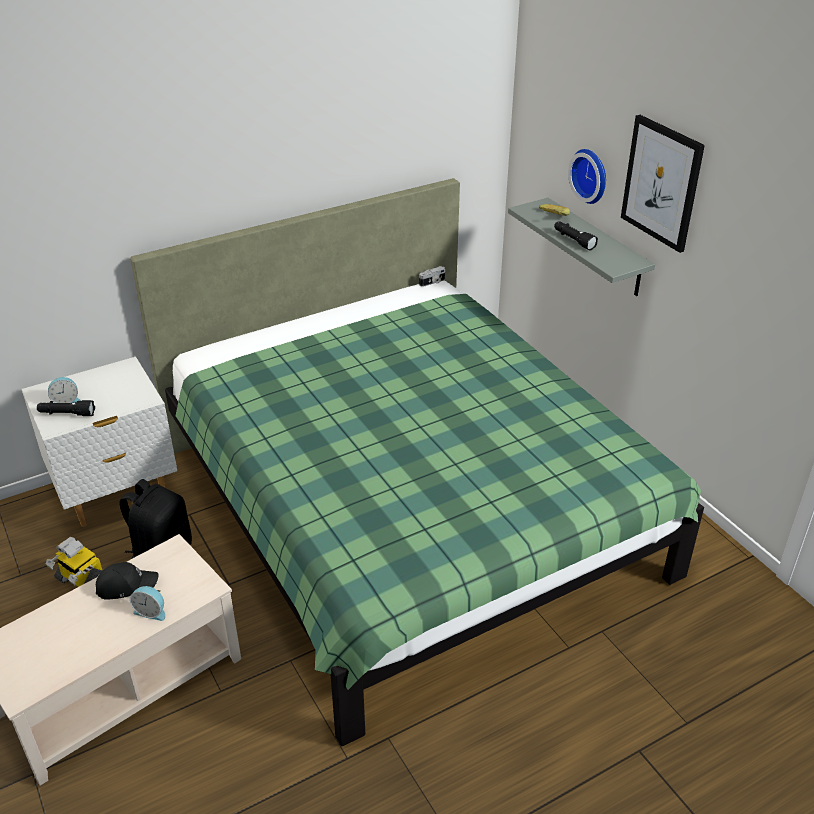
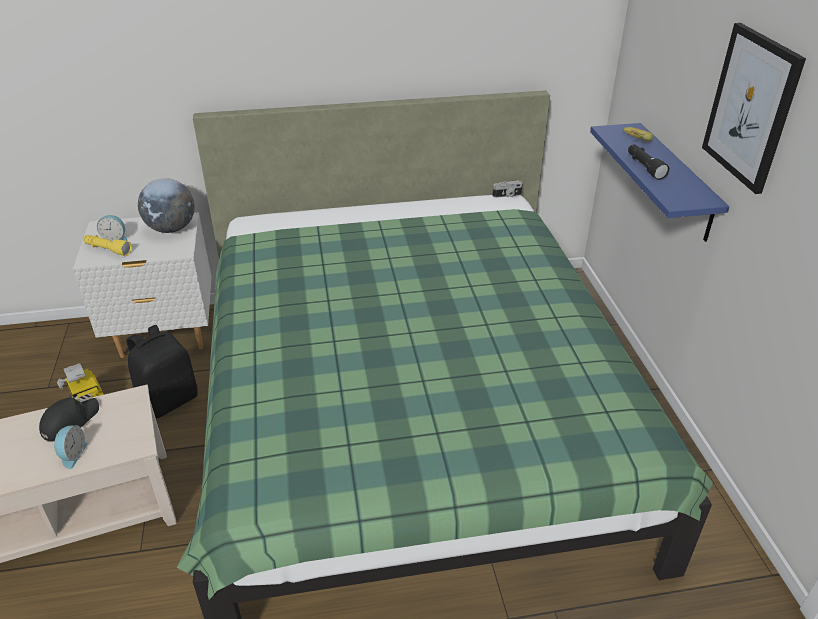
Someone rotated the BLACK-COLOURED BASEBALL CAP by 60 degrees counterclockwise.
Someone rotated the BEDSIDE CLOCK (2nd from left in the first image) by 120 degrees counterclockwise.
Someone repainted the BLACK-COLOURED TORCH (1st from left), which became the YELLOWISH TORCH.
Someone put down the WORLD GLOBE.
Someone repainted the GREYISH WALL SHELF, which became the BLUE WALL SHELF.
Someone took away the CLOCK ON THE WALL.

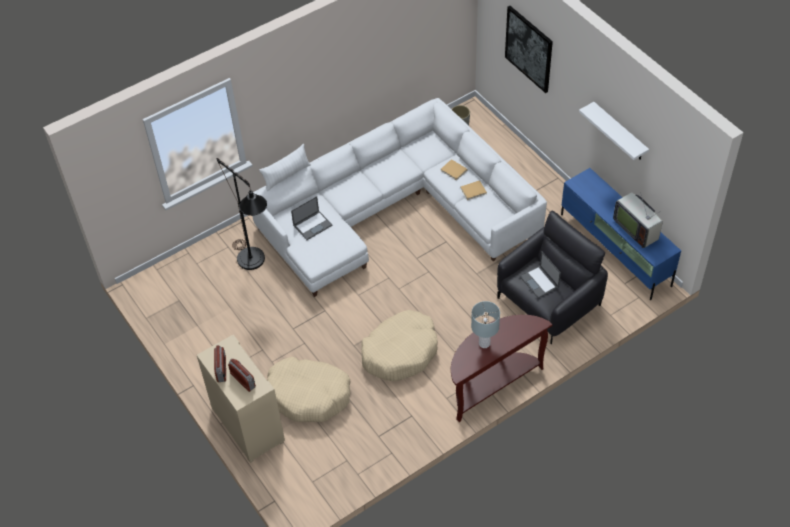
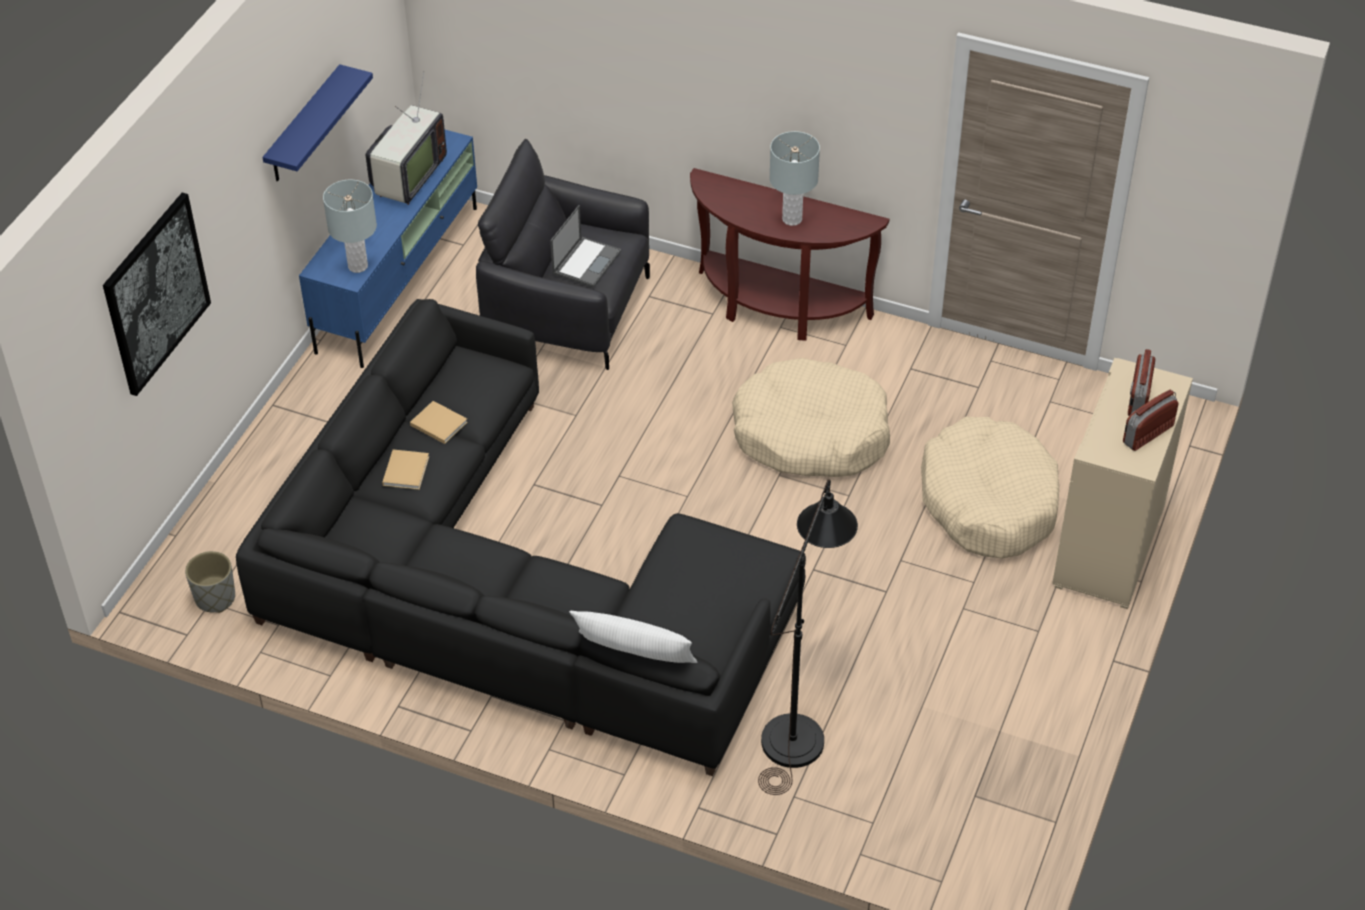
Someone repainted the WHITE-COLOURED SOFA, which became the BLACK-COLOURED SOFA.
Someone repainted the WHITE-COLOURED WALL SHELF, which became the BLUE WALL SHELF.
Someone put down the GREYISH TABLE LAMP (1st from left).
Someone took away the PORTABLE COMPUTER (1st from left).

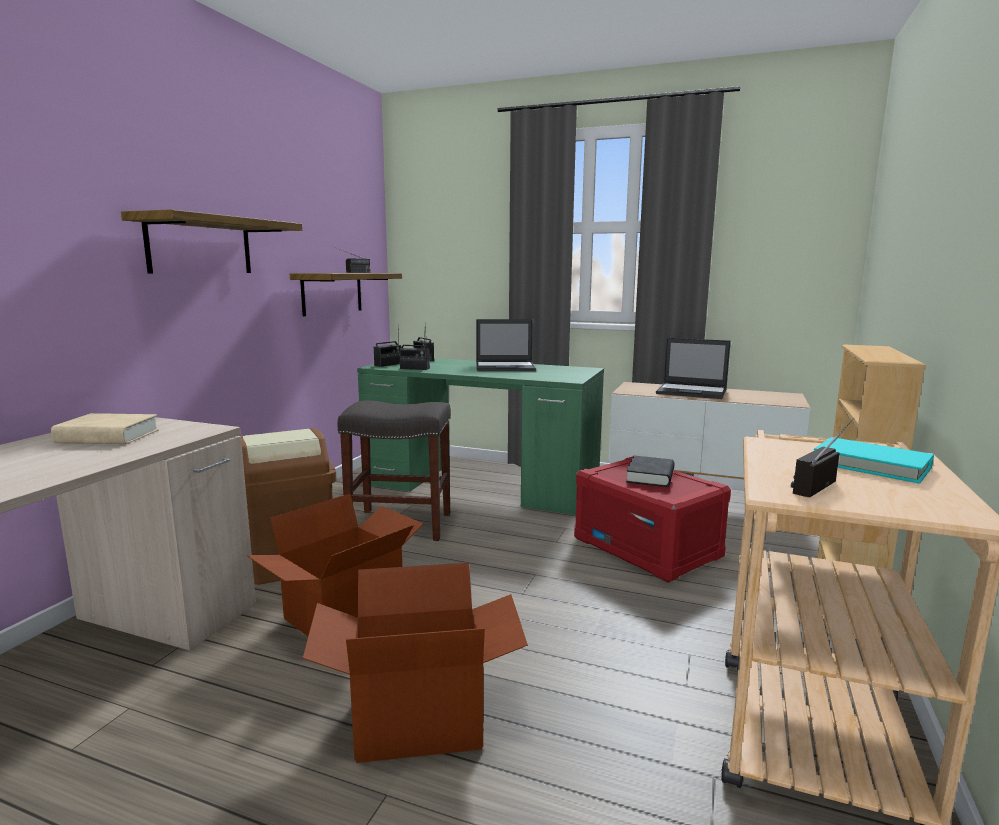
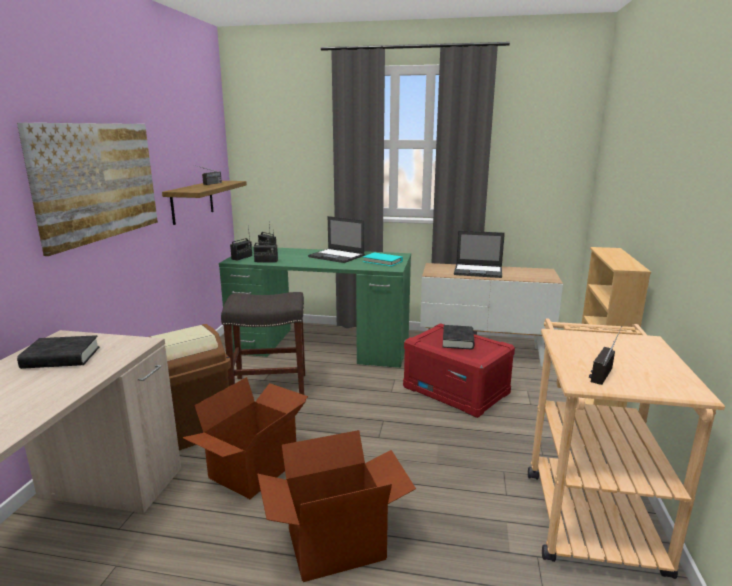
Someone swapped the WALL SHELF (1st from left) for the PICTURE.
Someone repainted the BEIGE-COLOURED BOOK, which became the BLACK-COLOURED BOOK (1st from left).
Someone rotated the PORTABLE COMPUTER (1st from left) by 45 degrees clockwise.
Someone carried the BLUE-GREEN BOOK.

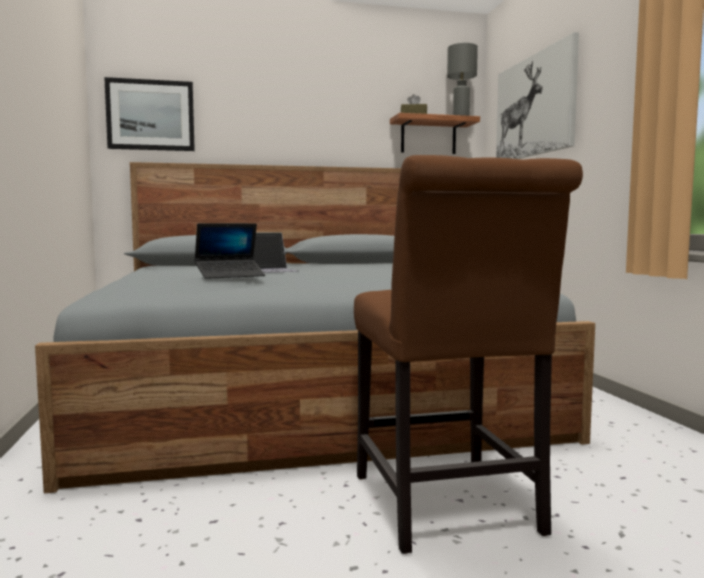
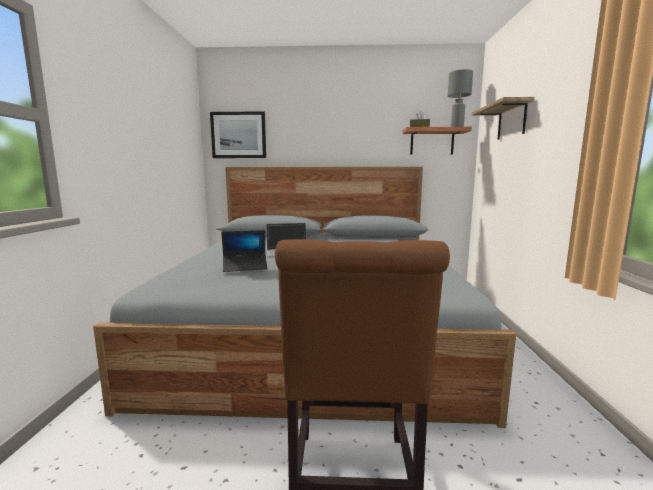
Someone swapped the PICTURE (2nd from left) for the WALL SHELF (2nd from left).

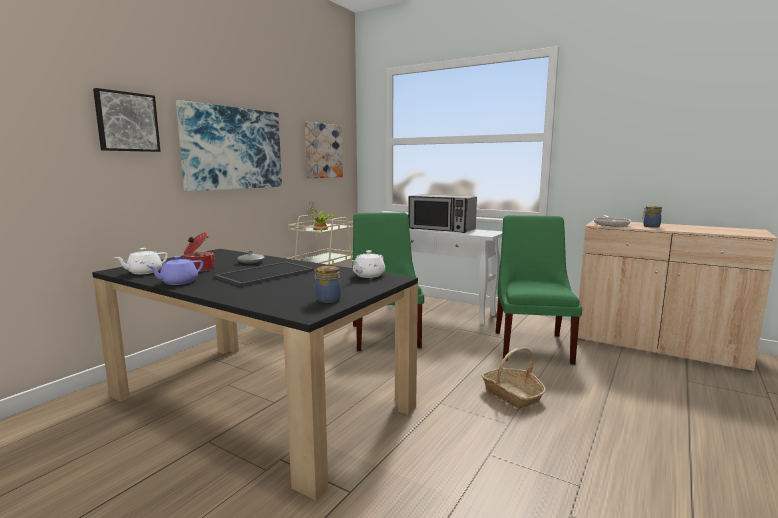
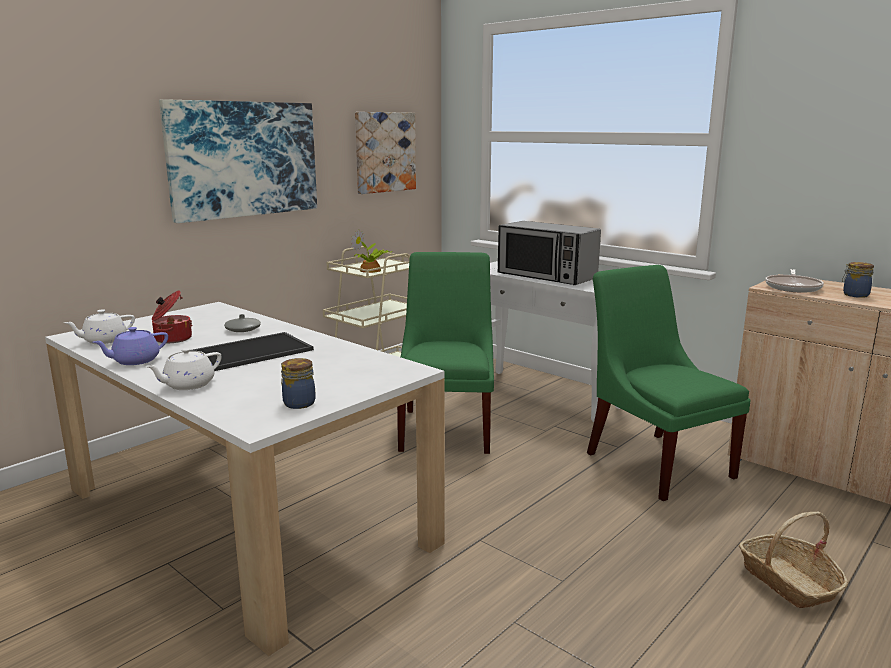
Someone repainted the BLACK-COLOURED DINING TABLE, which became the WHITE-COLOURED DINING TABLE.
Someone carried the WHITE-COLOURED TEAPOT (2nd from left).
Someone rotated the GREENISH UPRIGHT CHAIR (2nd from left) by 45 degrees counterclockwise.
Someone carried the HOUSEHOLD BASKET.
Someone took away the PICTURE (1st from left).

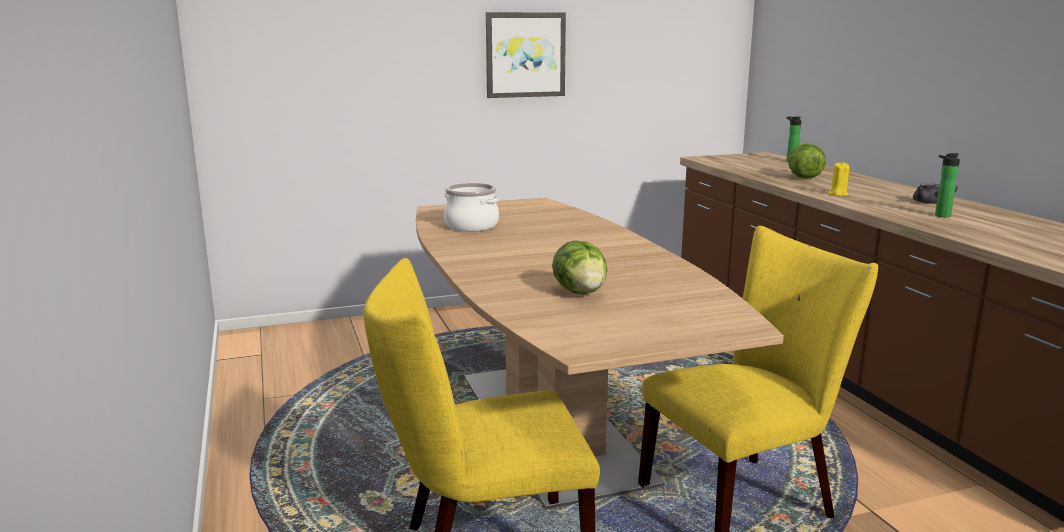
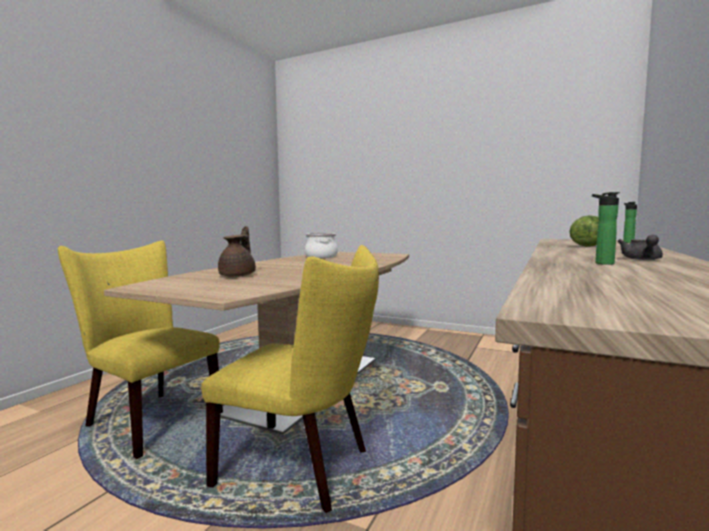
Someone swapped the LETTUCE (1st from left) for the BROWN-COLOURED TEAPOT.
Someone took away the PICTURE.
Someone took away the YELLOWISH WAX LIGHT.

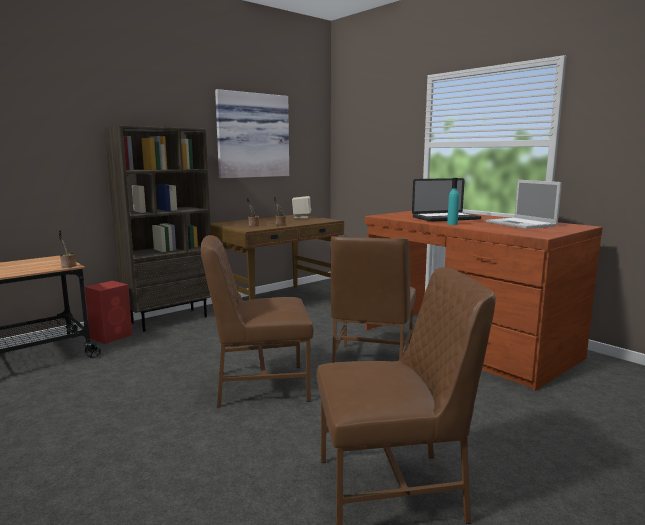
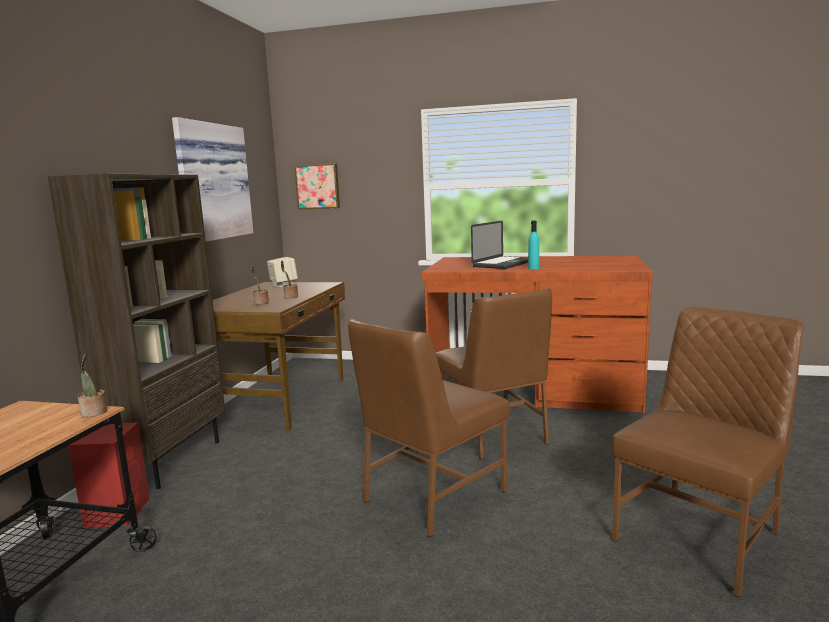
Someone put up the PICTURE (2nd from left).
Someone took away the PORTABLE COMPUTER (2nd from left).

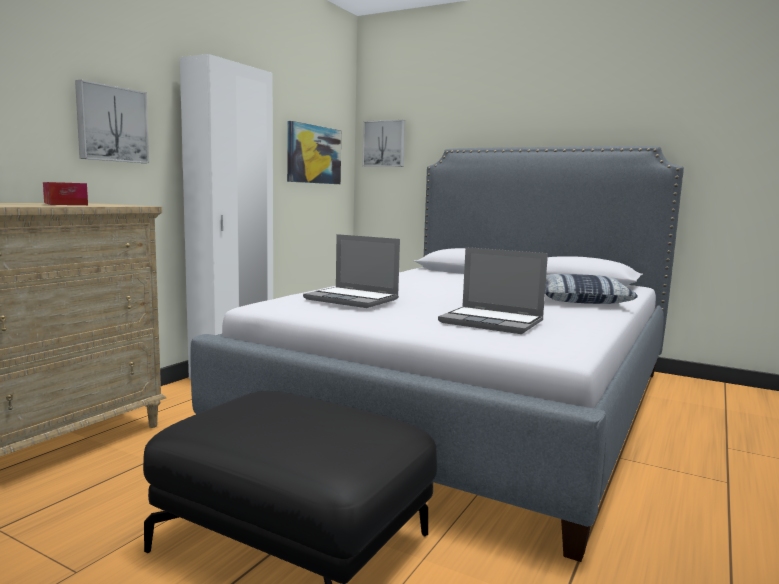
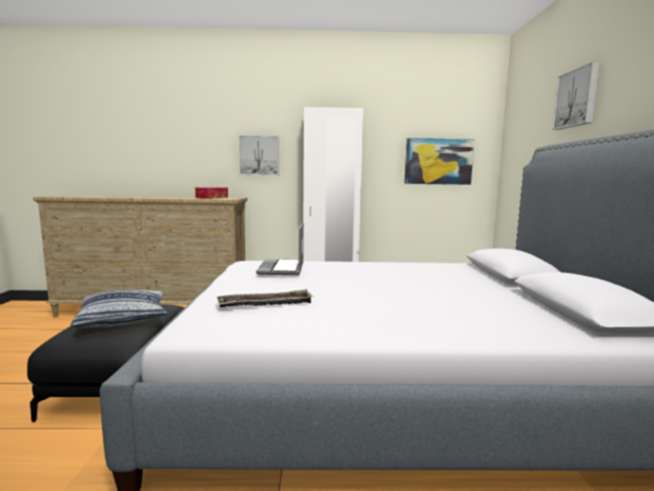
Someone carried the PILLOW.
Someone swapped the PORTABLE COMPUTER (2nd from left) for the SERVING TRAY.
Someone carried the PICTURE (3rd from left).

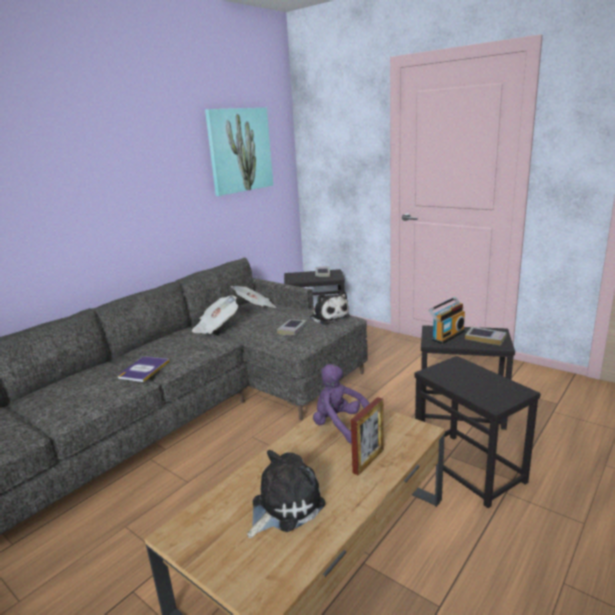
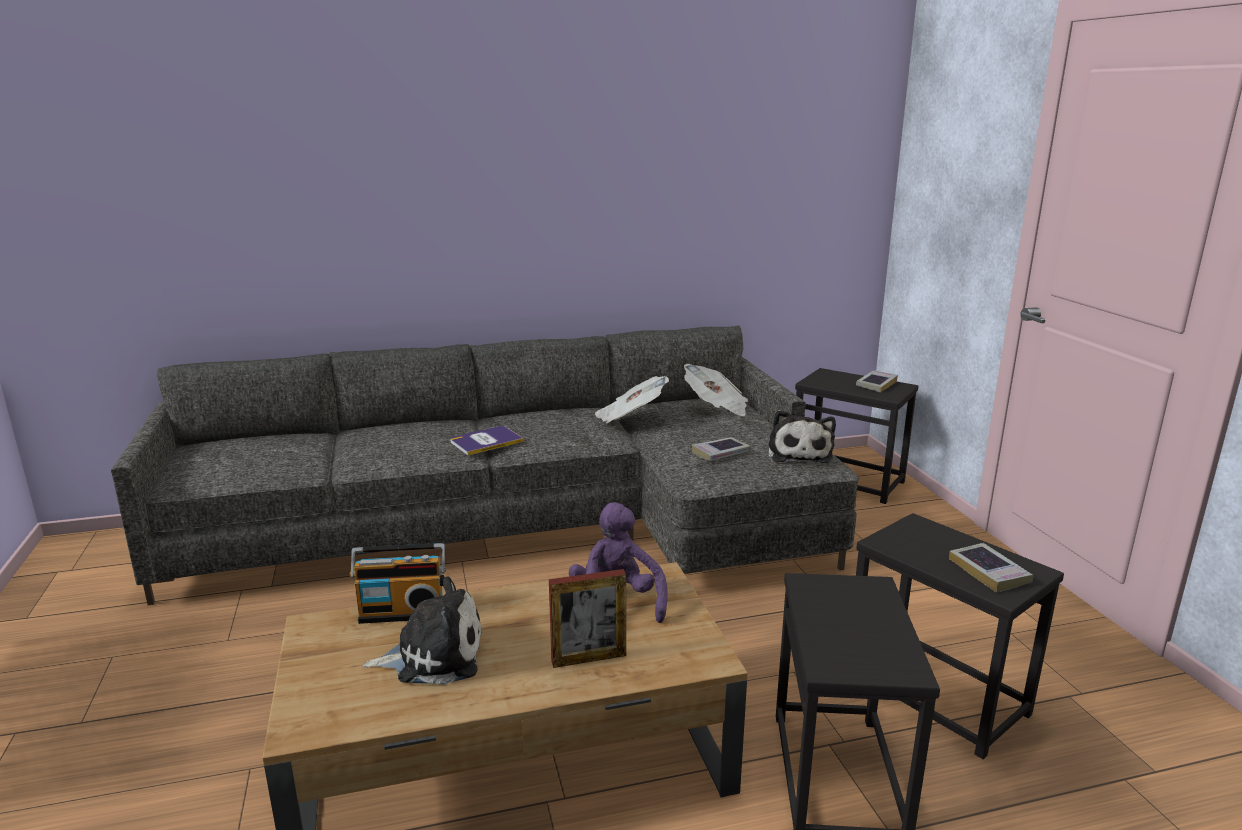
Someone carried the RADIO SET.
Someone took away the PICTURE.

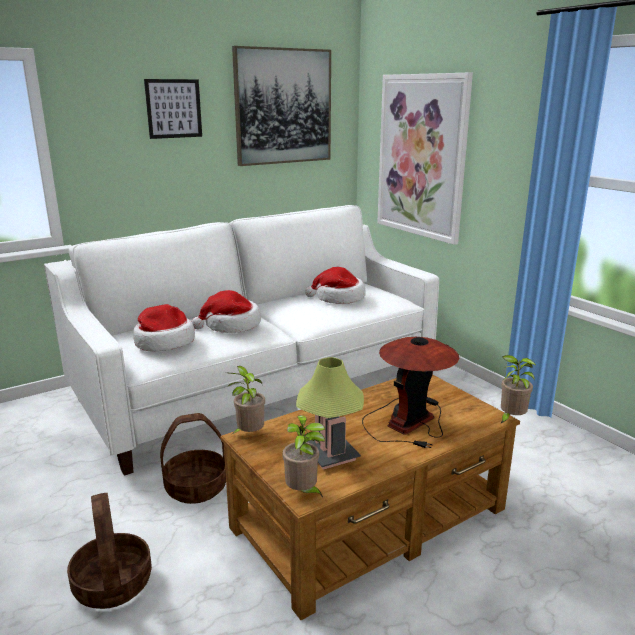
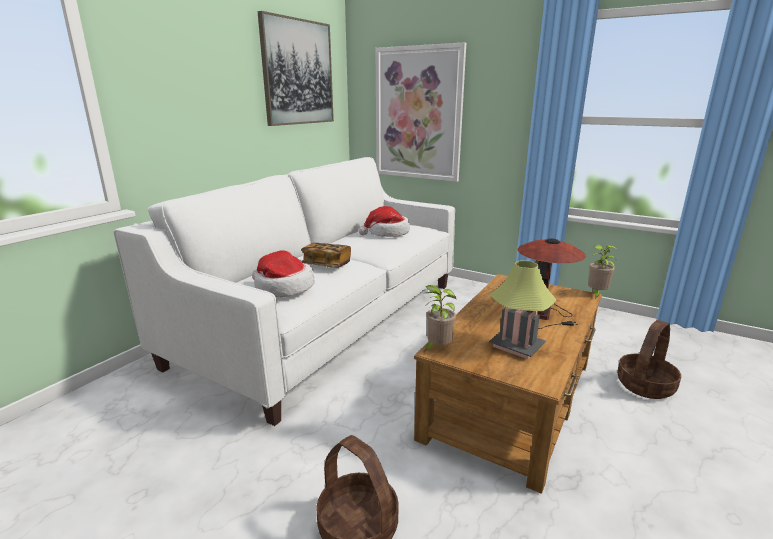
Someone swapped the CLOTHING HAT (2nd from left) for the BOOK.
Someone carried the HOUSEHOLD BASKET (2nd from left).
Someone took away the PICTURE (1st from left).
Someone took away the HOUSEPLANT (2nd from left).

